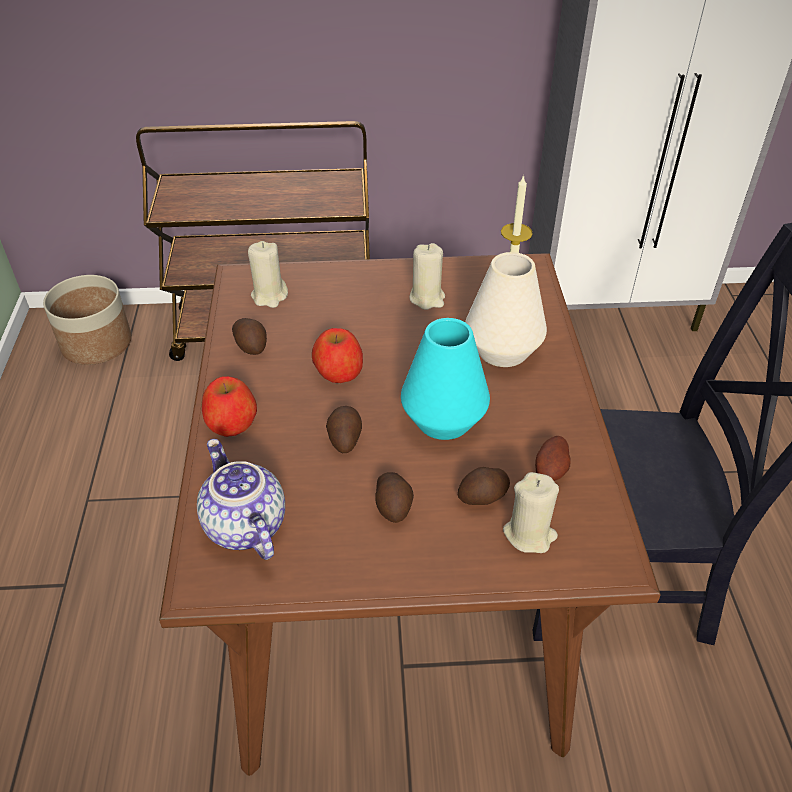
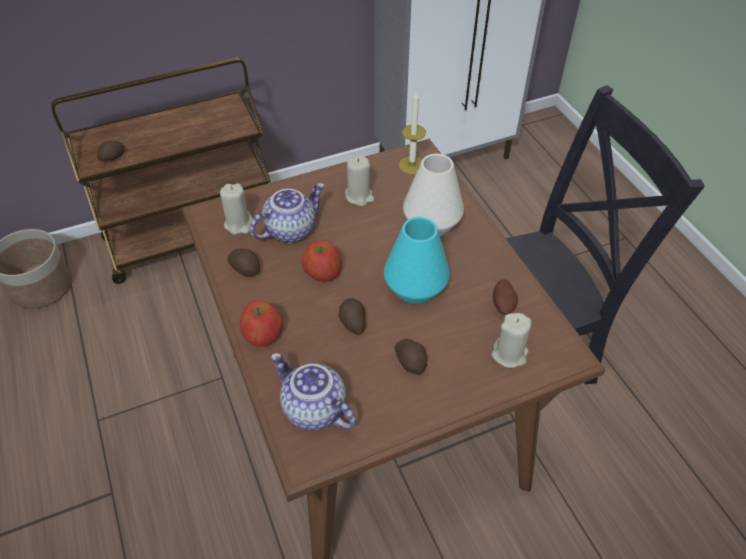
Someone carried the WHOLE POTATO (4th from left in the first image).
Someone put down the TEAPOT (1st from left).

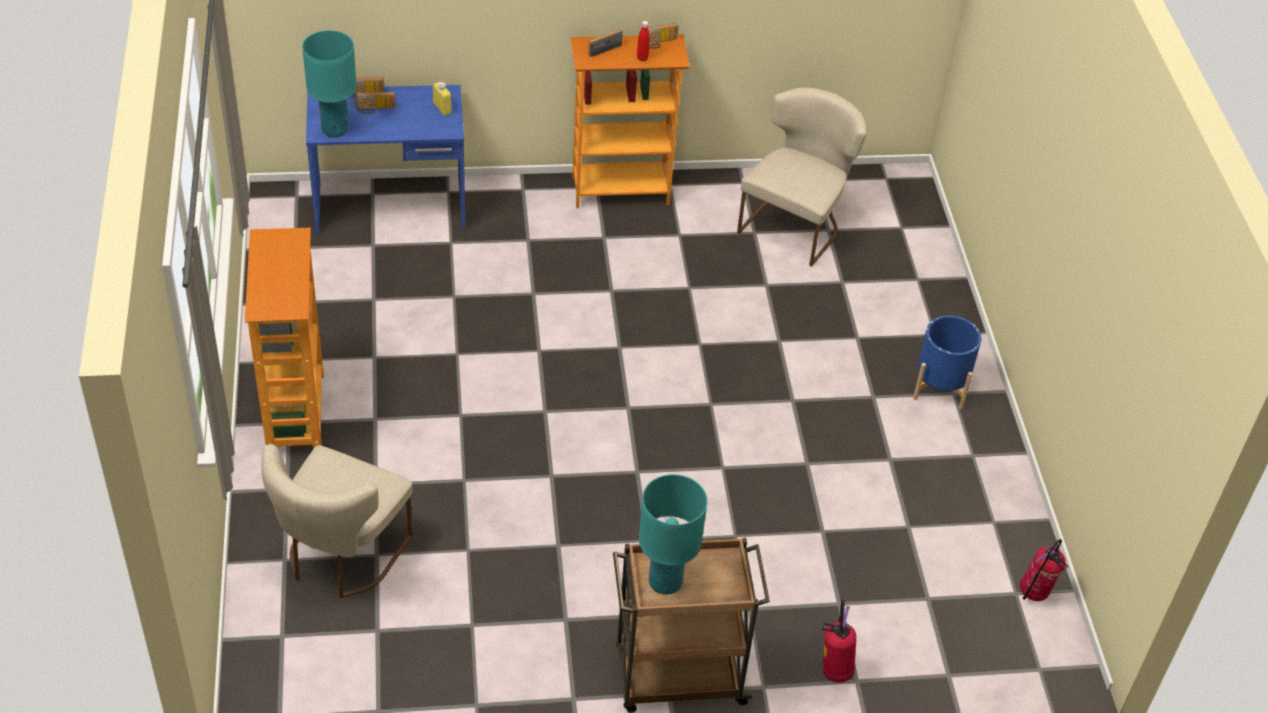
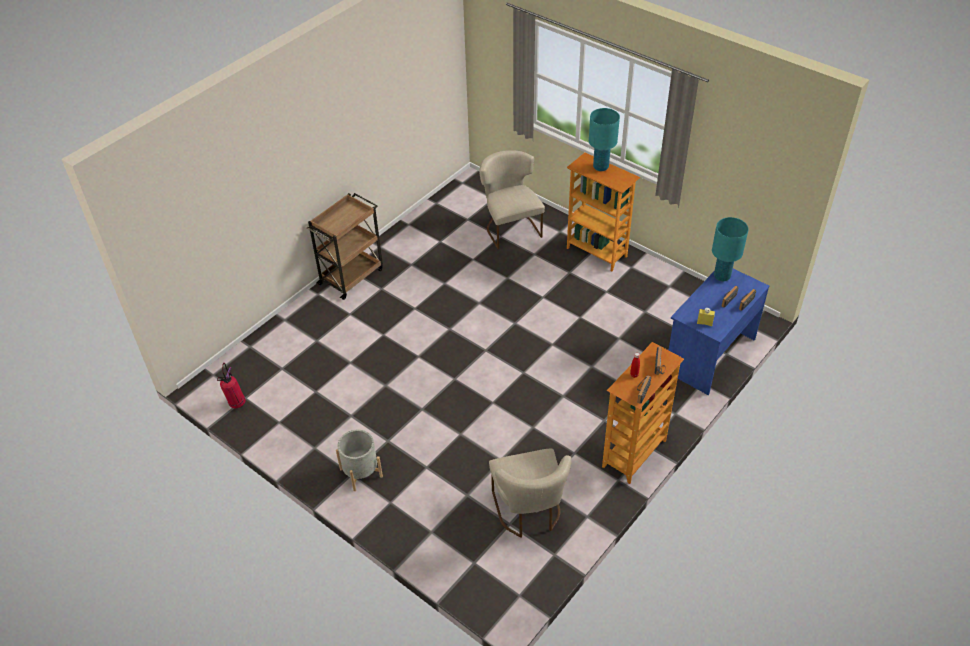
Someone repainted the BLUE FLOWER POT, which became the GREYISH FLOWER POT.
Someone carried the BLUE-GREEN TABLE LAMP (2nd from left in the first image).
Someone took away the FIRE EXTINGUISHER (1st from left).

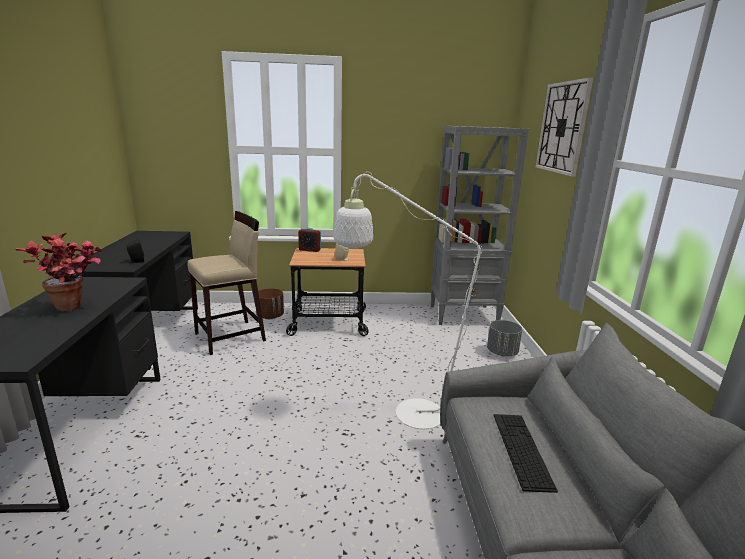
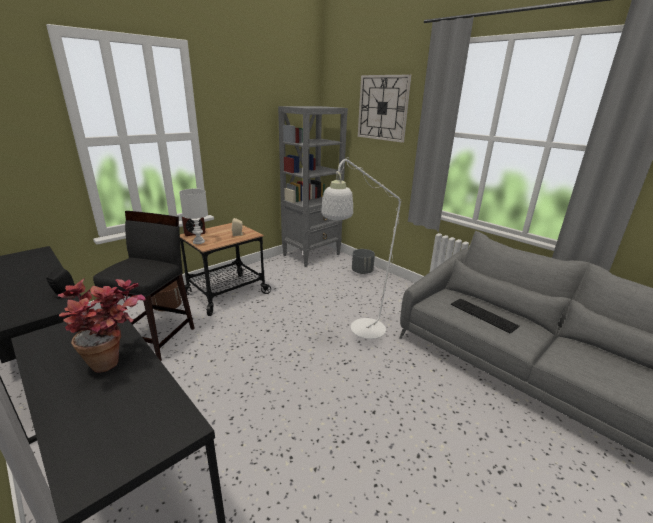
Someone repainted the BEIGE-COLOURED STOOL, which became the BLACK-COLOURED STOOL.
Someone put down the WHITE-COLOURED TABLE LAMP.

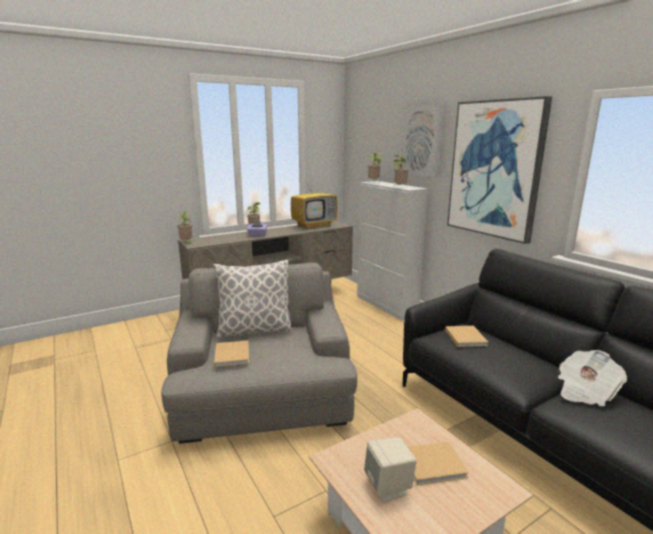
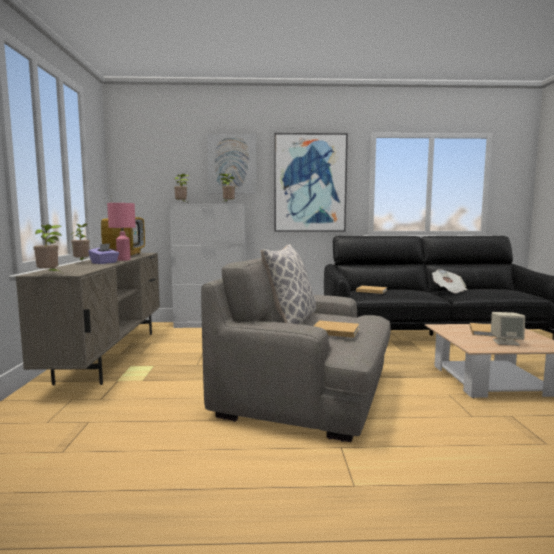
Someone put down the PINKISH TABLE LAMP.

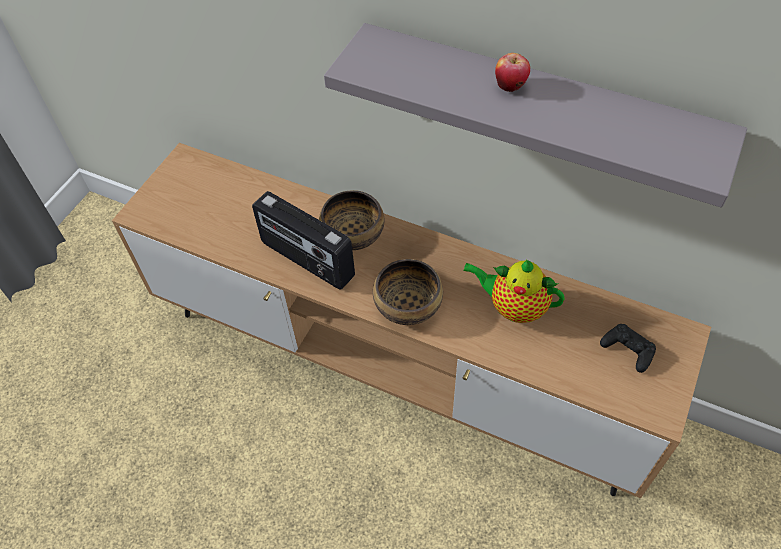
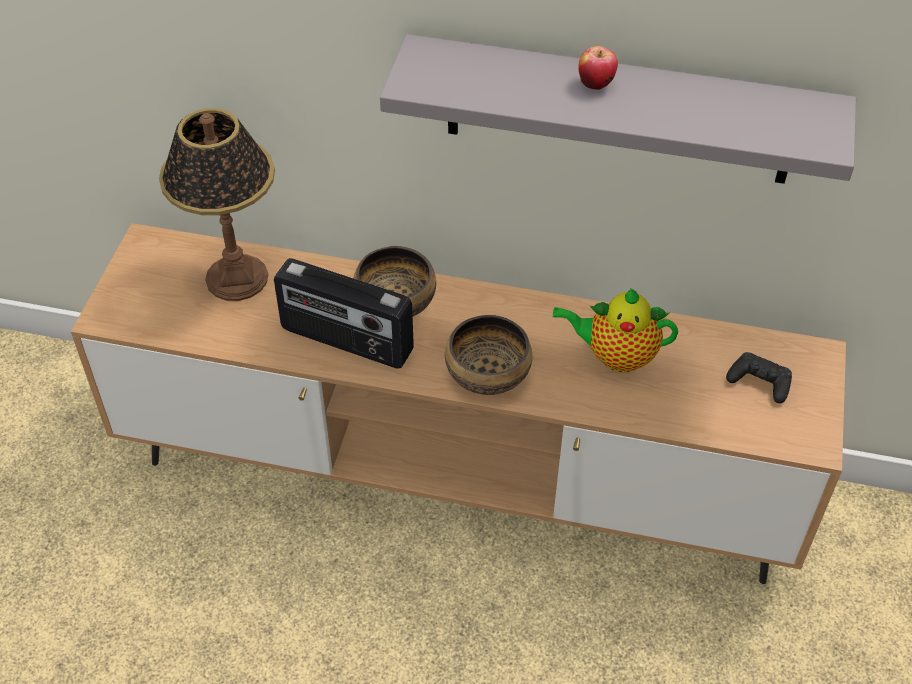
Someone put down the TABLE LAMP.

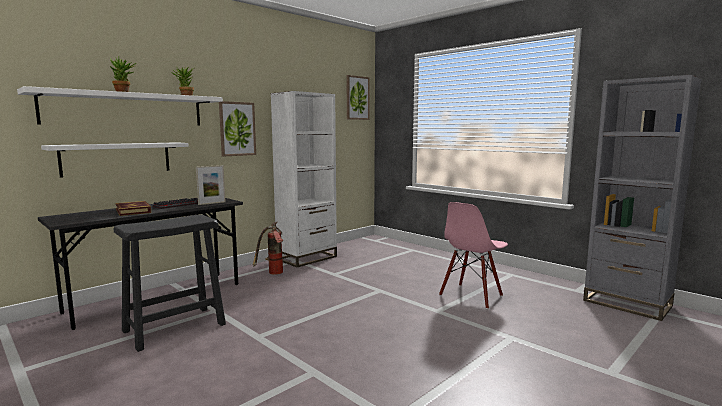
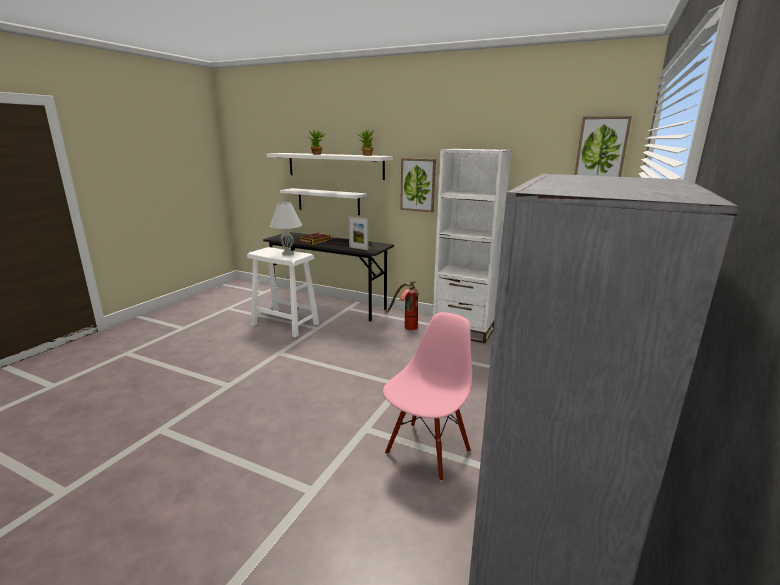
Someone repainted the BLACK-COLOURED STOOL, which became the WHITE-COLOURED STOOL.
Someone put down the WHITE-COLOURED TABLE LAMP.
Someone rotated the PINKISH UPRIGHT CHAIR by 105 degrees clockwise.

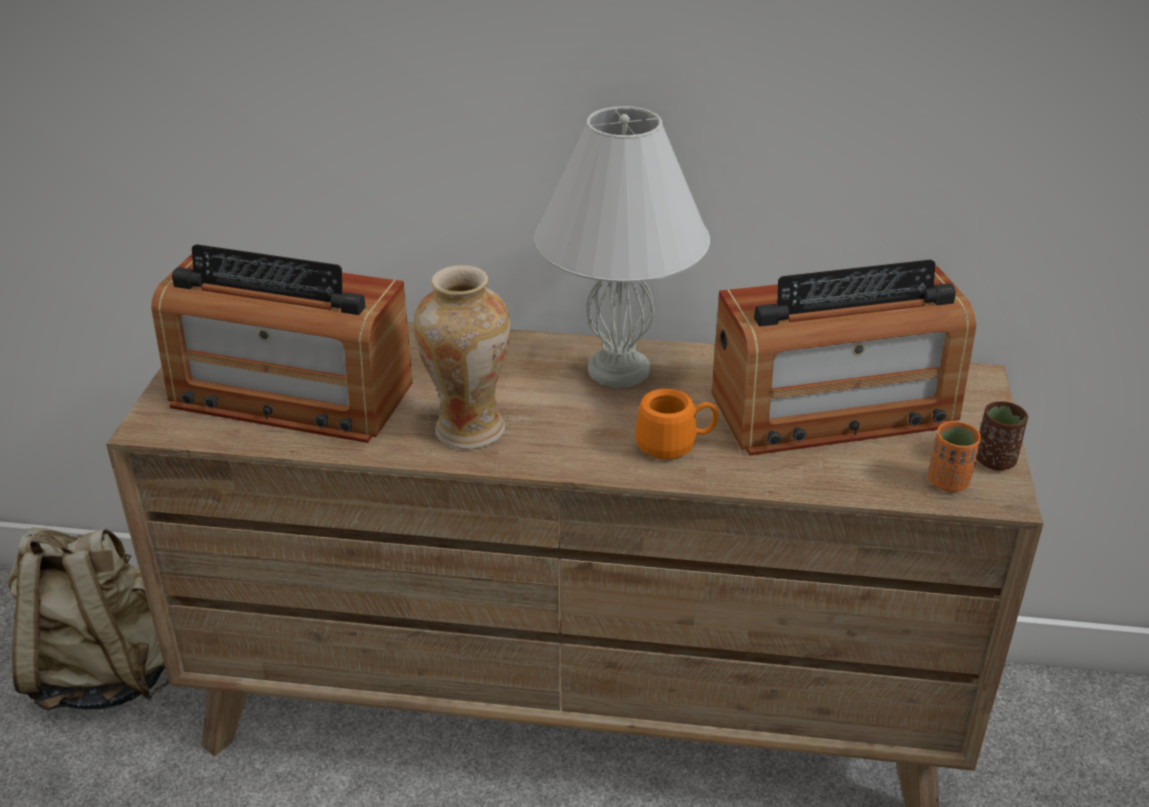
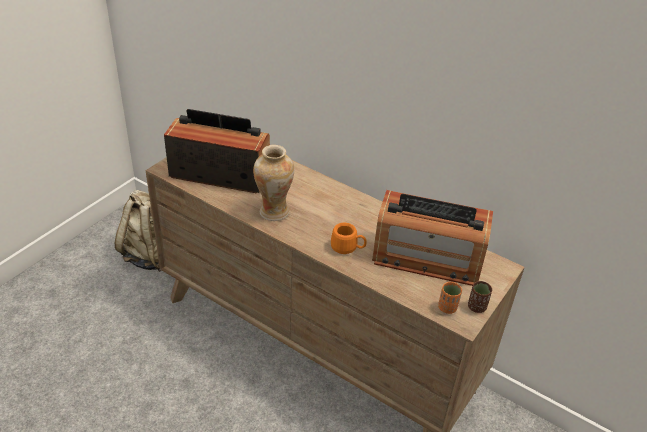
Someone rotated the RADIO SET (1st from left) by 150 degrees clockwise.
Someone took away the WHITE-COLOURED TABLE LAMP.

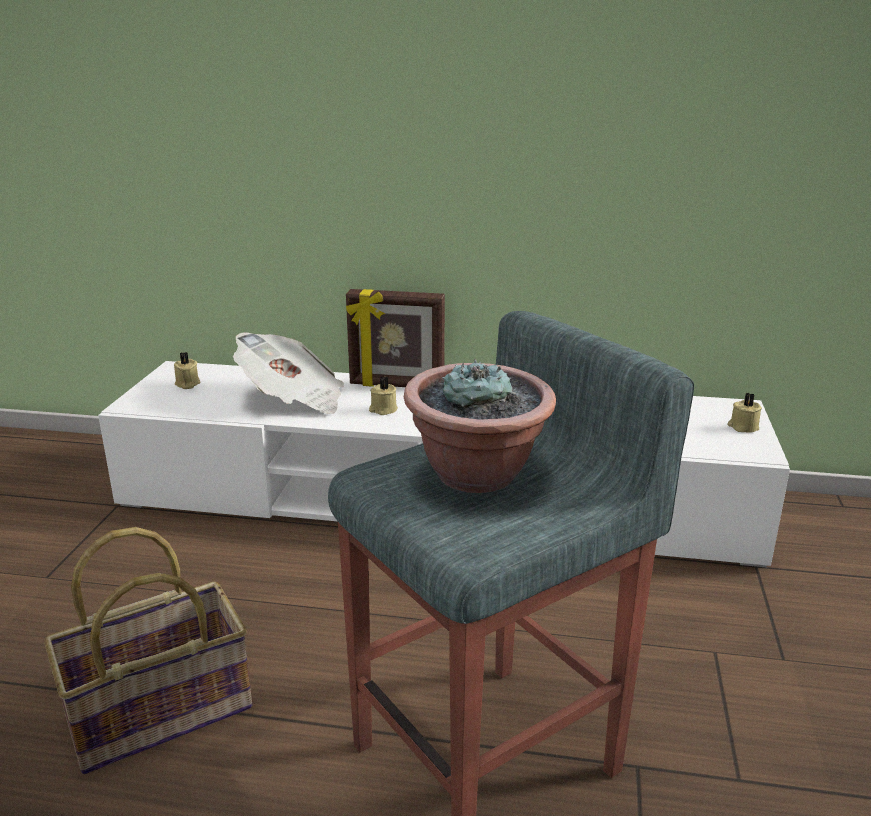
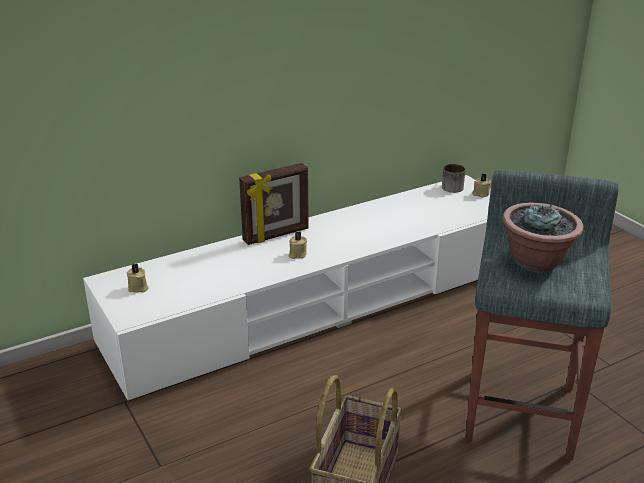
Someone put down the COFFEE MUG.
Someone took away the DAILY PAPER.

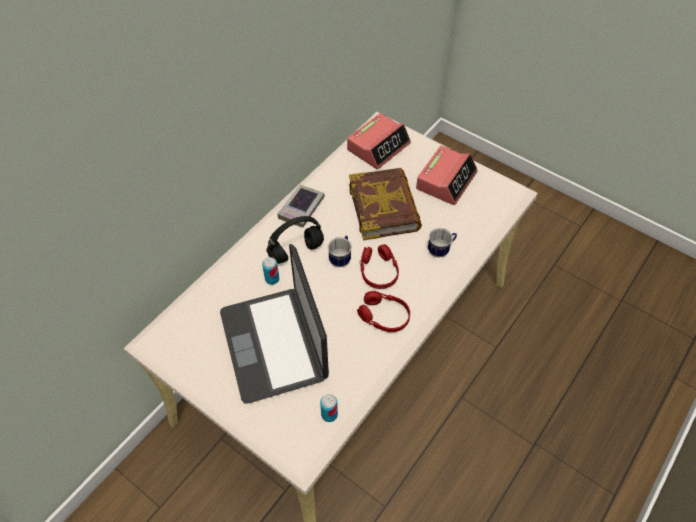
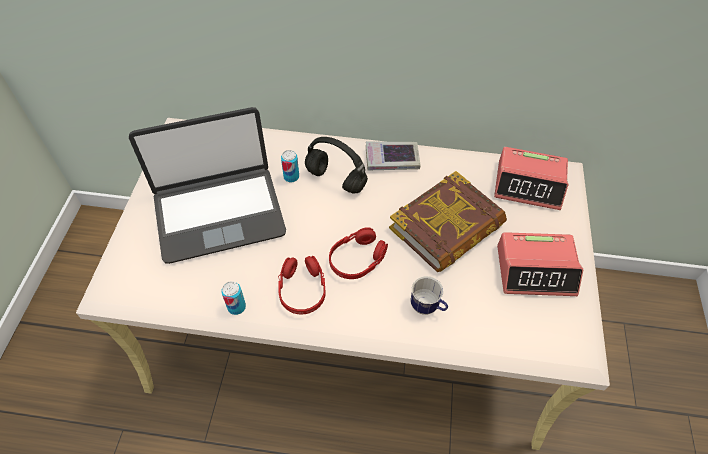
Someone rotated the PORTABLE COMPUTER by 150 degrees counterclockwise.
Someone carried the METAL CAN (2nd from left in the first image).
Someone took away the COFFEE MUG (1st from left).

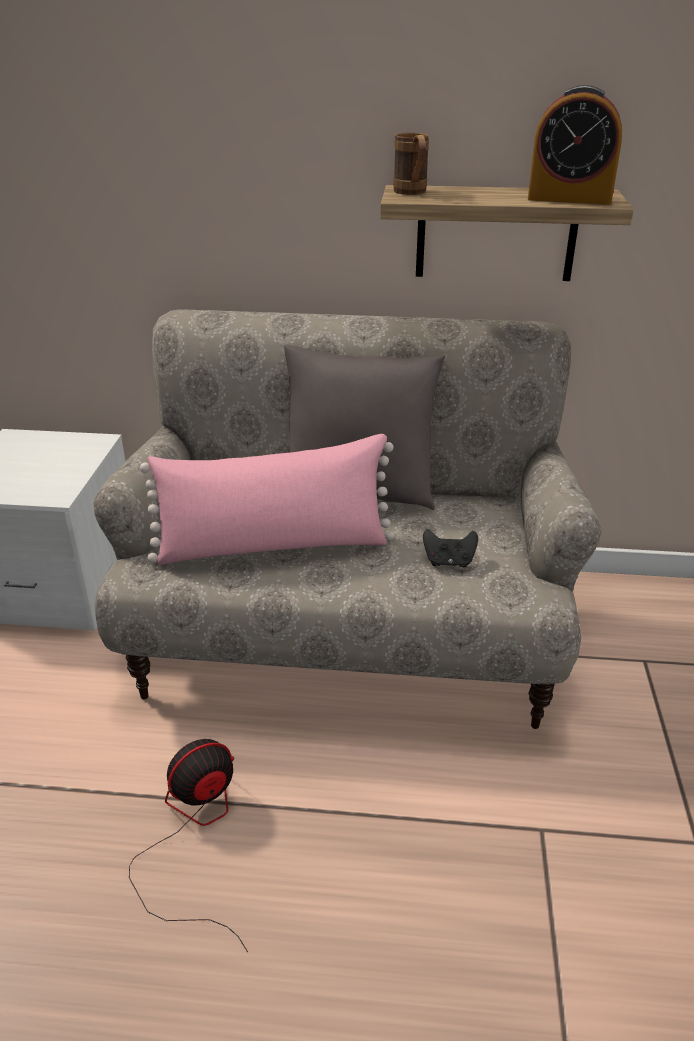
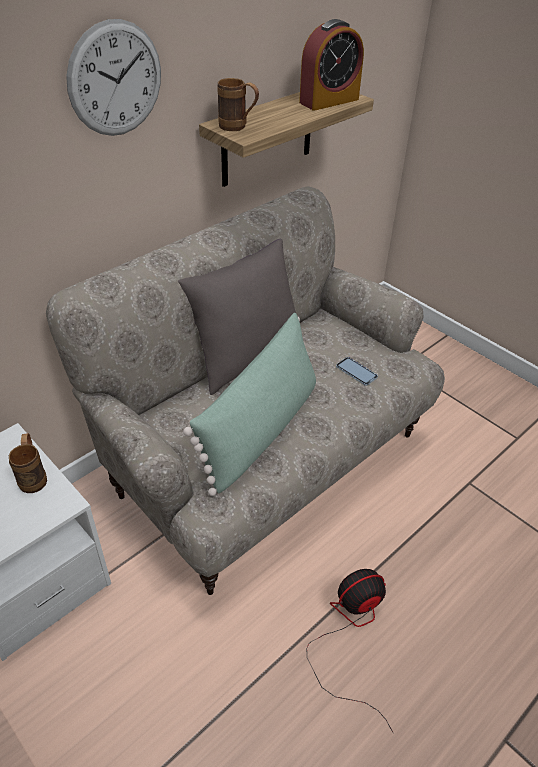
Someone put down the BROWN-COLOURED COFFEE MUG (1st from left).
Someone put up the CLOCK ON THE WALL.
Someone repainted the PINKISH PILLOW, which became the GREENISH PILLOW.
Someone rotated the COOLING FAN by 60 degrees clockwise.
Someone swapped the BLACK-COLOURED JOYPAD for the HANDSET.

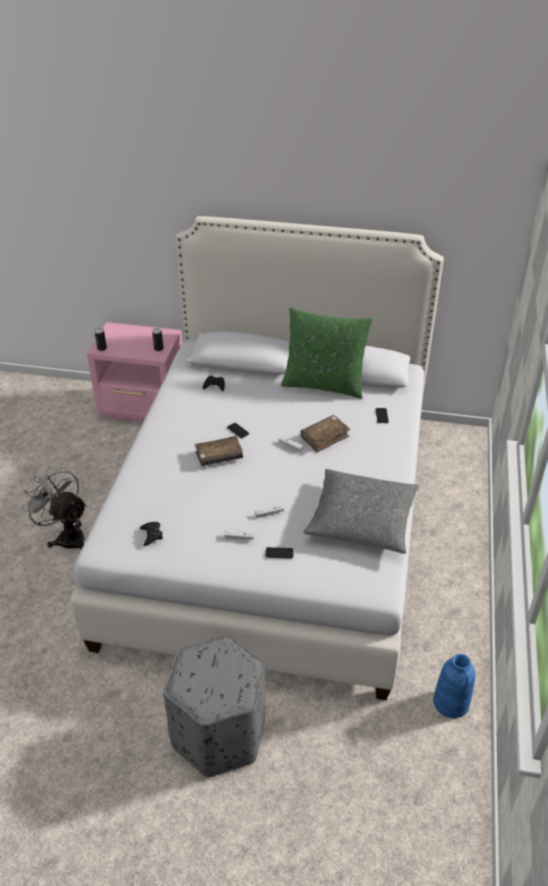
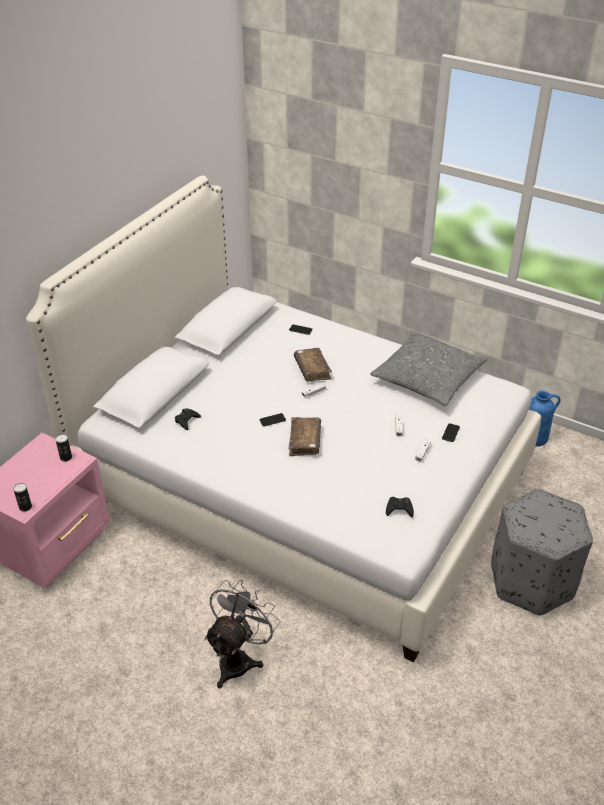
Someone rotated the GREYISH COOLING FAN by 150 degrees clockwise.
Someone took away the GREENISH PILLOW.

